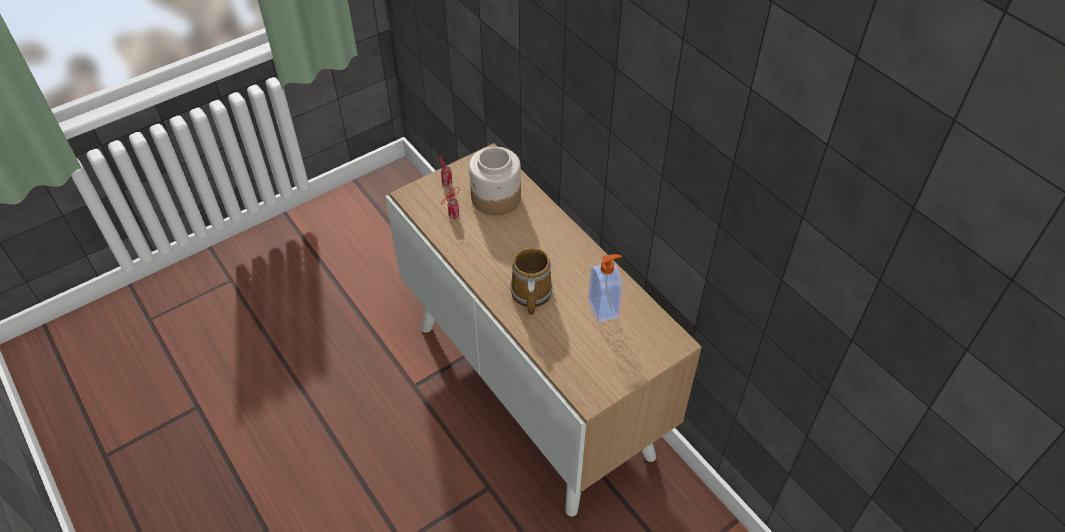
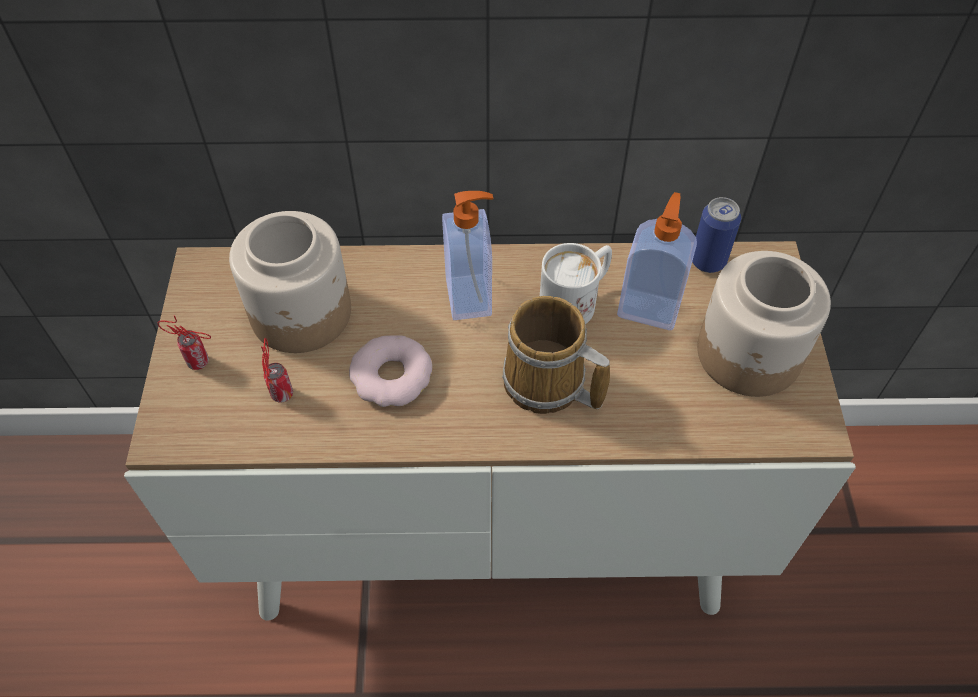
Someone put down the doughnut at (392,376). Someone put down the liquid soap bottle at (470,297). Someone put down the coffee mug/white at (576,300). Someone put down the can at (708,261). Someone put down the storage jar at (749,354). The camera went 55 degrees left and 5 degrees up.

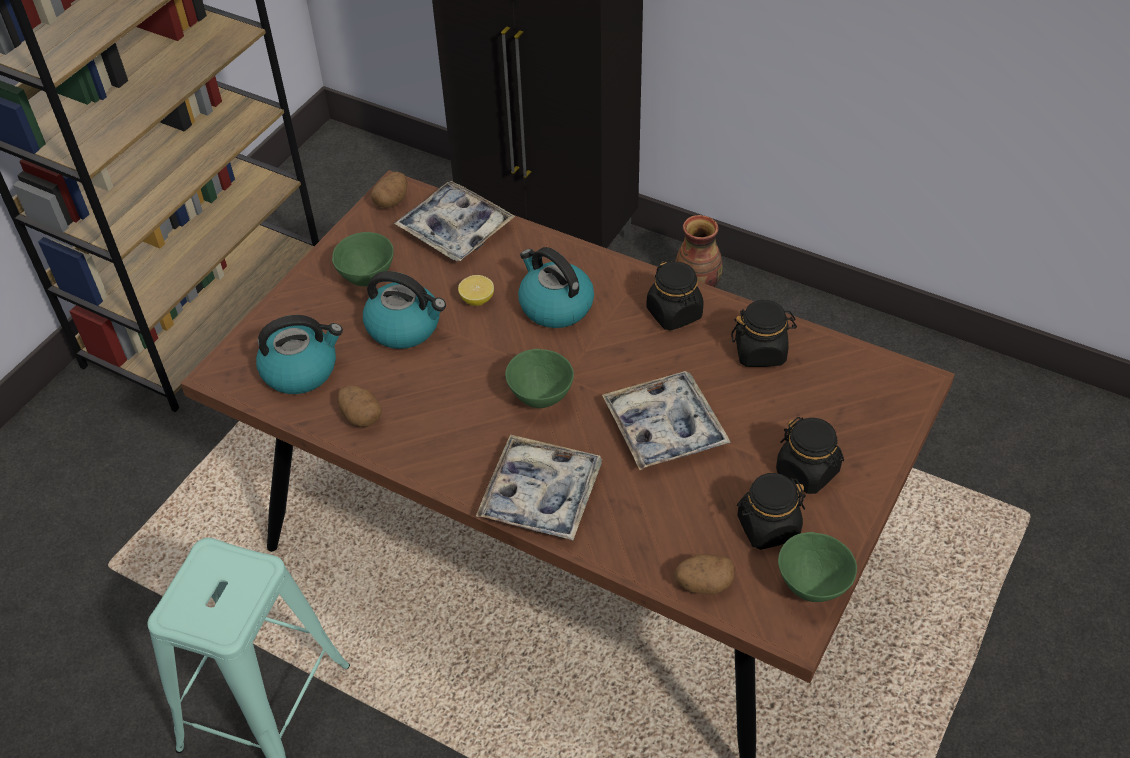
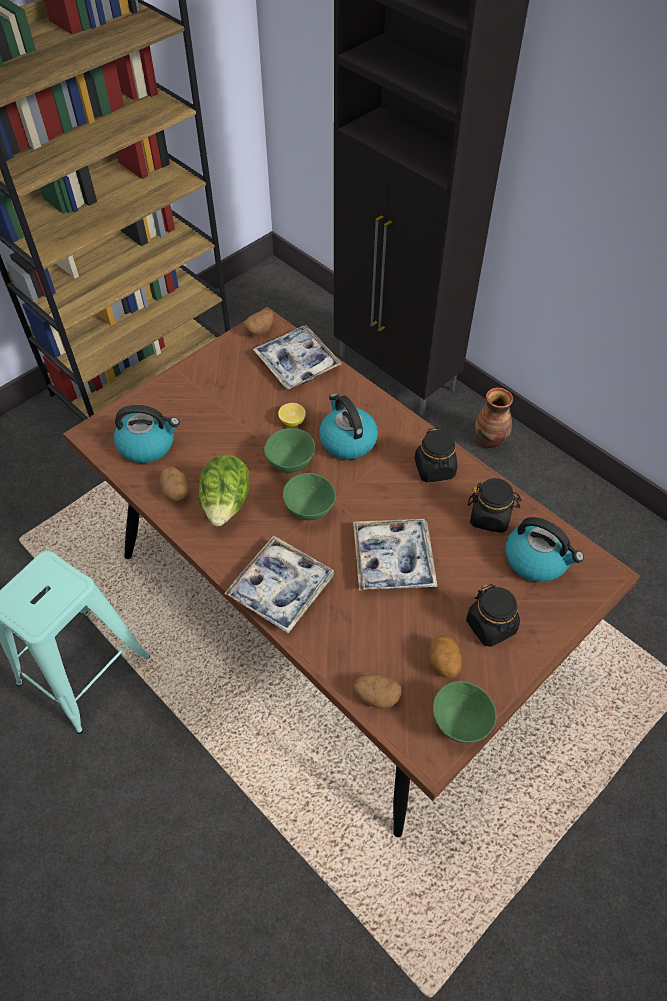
Someone carried the bowl/green-coloured from (367,278) to (291,465). Someone carried the tea kettle from (405,327) to (537,559). Someone swapped the storage jar/black-coloured at (767,527) for the spud at (443,663). Someone put down the head of lettuce at (226,505). The camera went 15 degrees right and 5 degrees up.

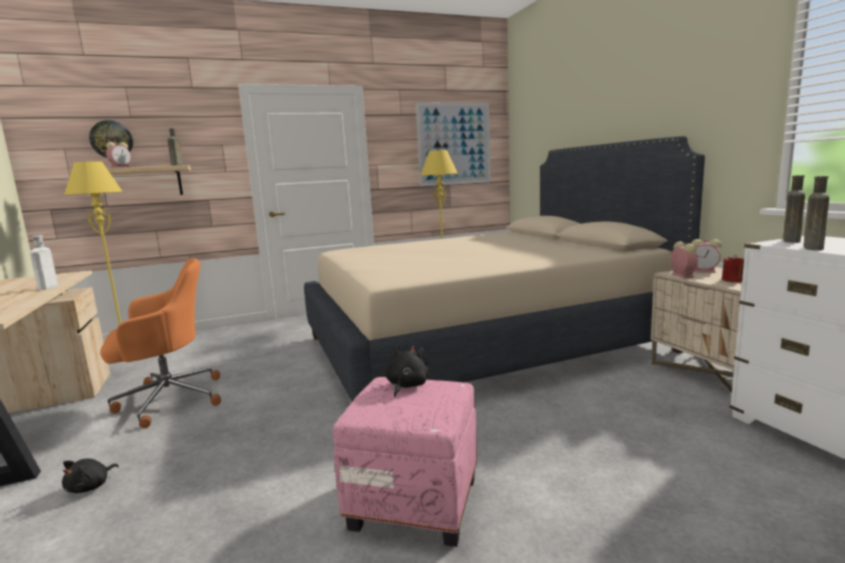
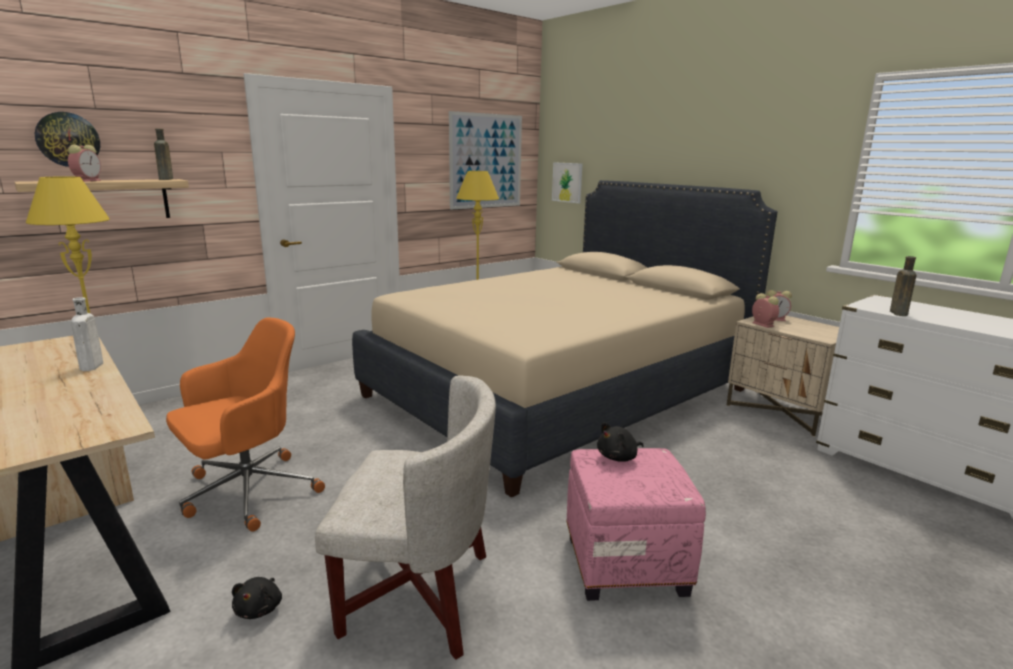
Someone rotated the soft toy/black-coloured at (406,385) by 120 degrees counterclockwise. Someone took away the wax candle/reddish at (732,280). Someone took away the beverage bottle/brown-coloured at (791,240). Someone put down the armchair/white at (418,595). Someone put up the wall art at (567,182). The camera went 20 degrees left and 5 degrees up.

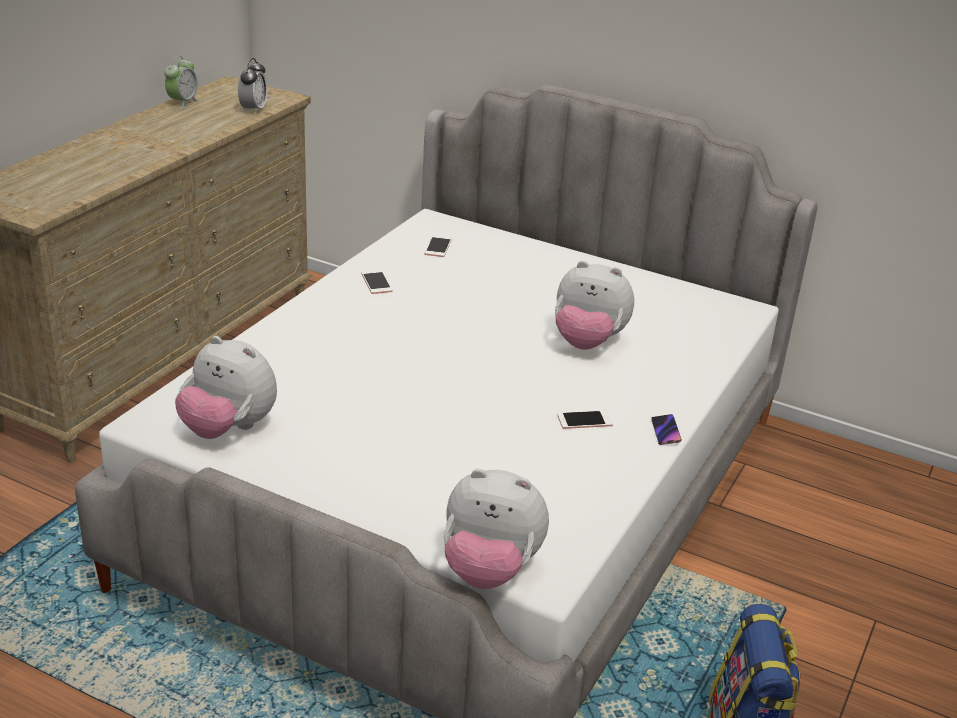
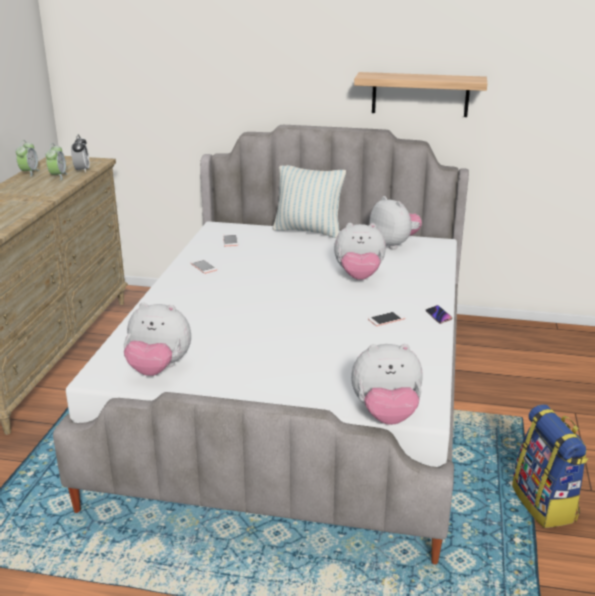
Someone put down the bedside clock at (58,176). Someone put down the pillow at (308,231). Someone put up the bracket shelf at (420,94). Someone put down the soft toy at (394,244). The camera went 15 degrees left and 5 degrees down.

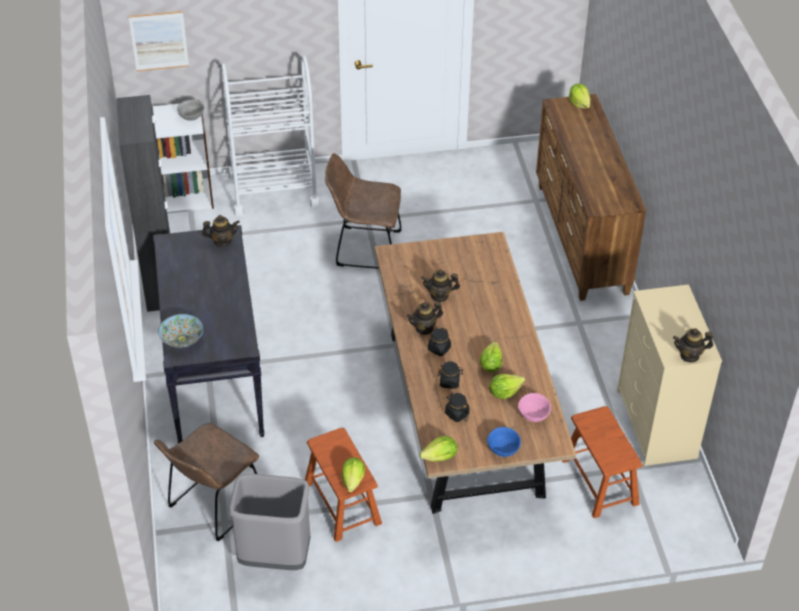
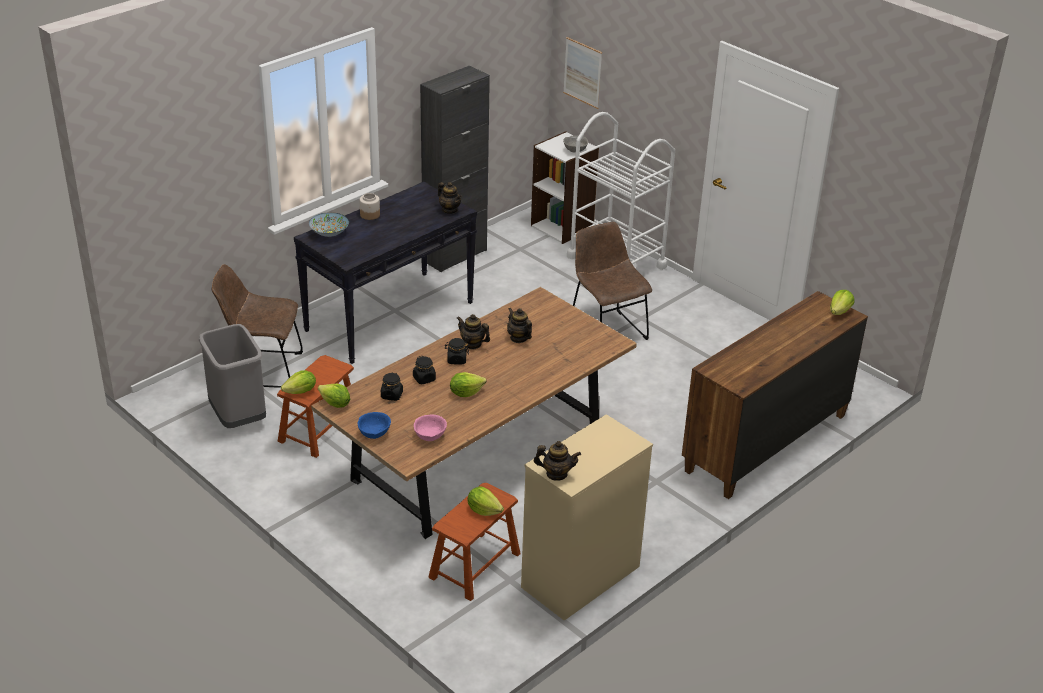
Someone carried the head of lettuce from (504,392) to (484,510). Someone rotated the pot for tea at (689,355) by 135 degrees clockwise. Someone put down the storage jar at (370,214). The camera went 55 degrees right and 10 degrees down.

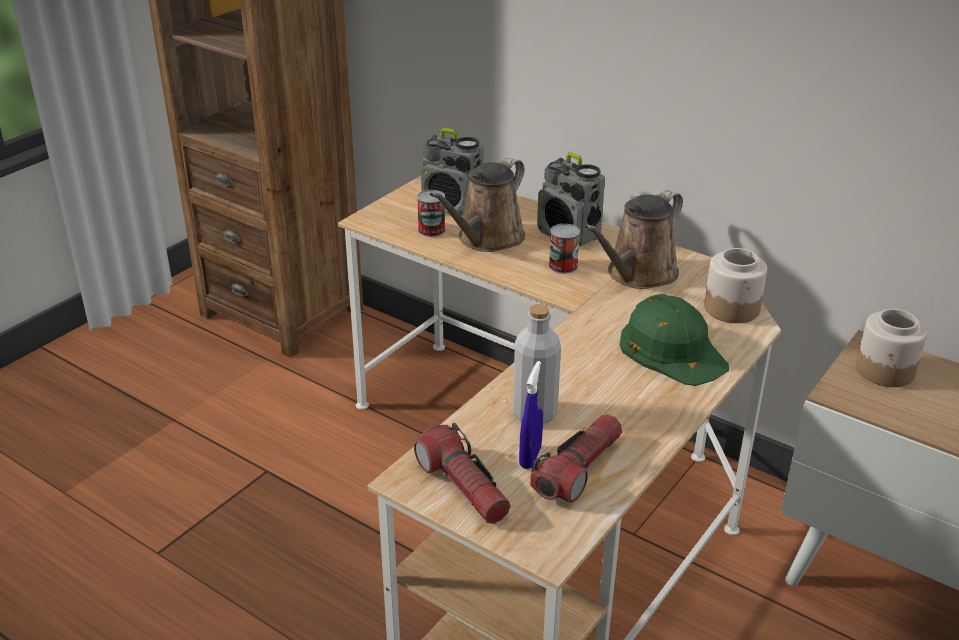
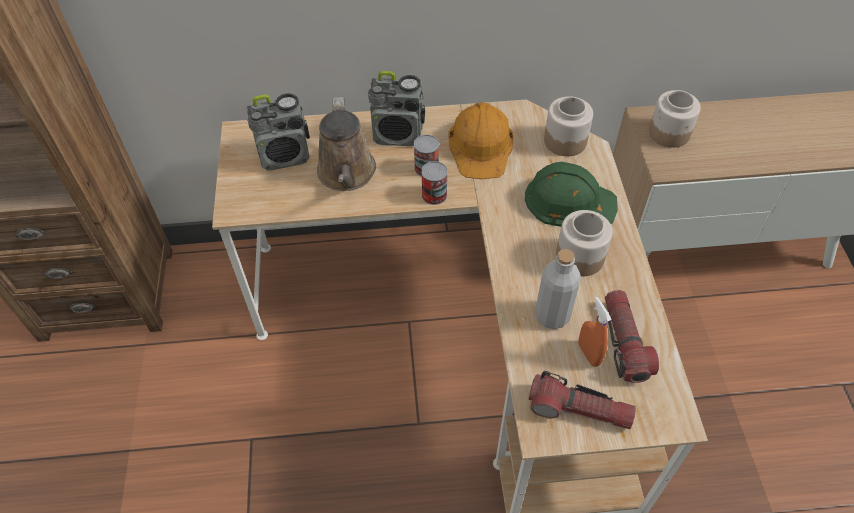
Someone carried the can from (431,230) to (434,195). Someone repainted the spray bottle/blue-coloured at (530,457), which became the spray bottle/orangey at (589,354). Someone swapped the watering pot/brown-coloured at (638,274) for the hard hat/orangey at (481,146). Someone put down the storage jar at (580,256). The camera went 40 degrees left and 20 degrees up.

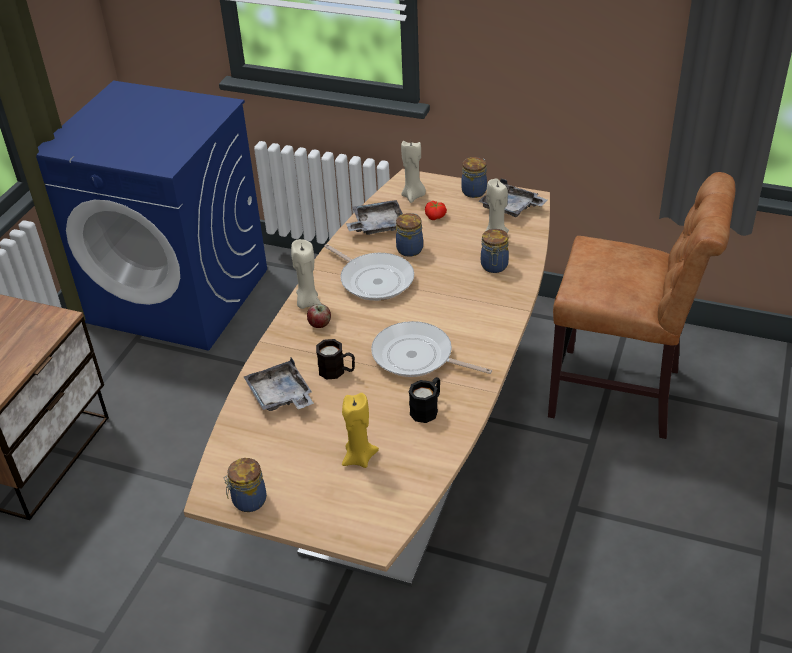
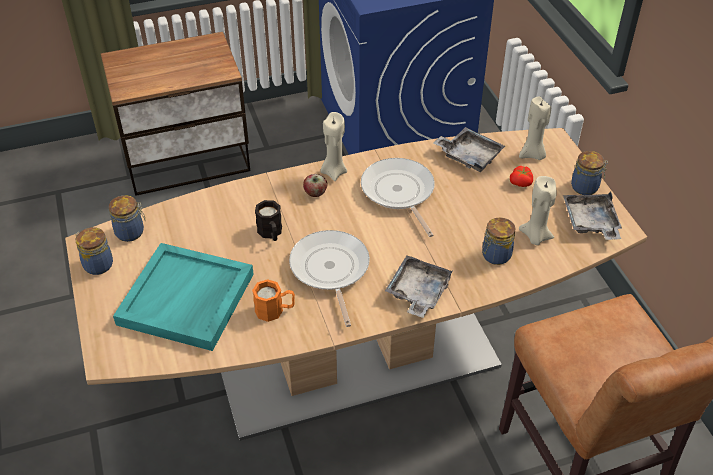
Someone carried the serving tray/grey from (280,396) to (418,292). Someone rotated the skillet at (374,280) by 150 degrees clockwise. Someone swapped the wax candle/yellow at (359,458) for the serving tray/blue-green at (187,300). Someone carried the storage jar from (410,249) to (131,232). Someone repainted the coffee mug/black-coloured at (427,409), which became the coffee mug/orangey at (275,310). The camera went 50 degrees right and 5 degrees up.

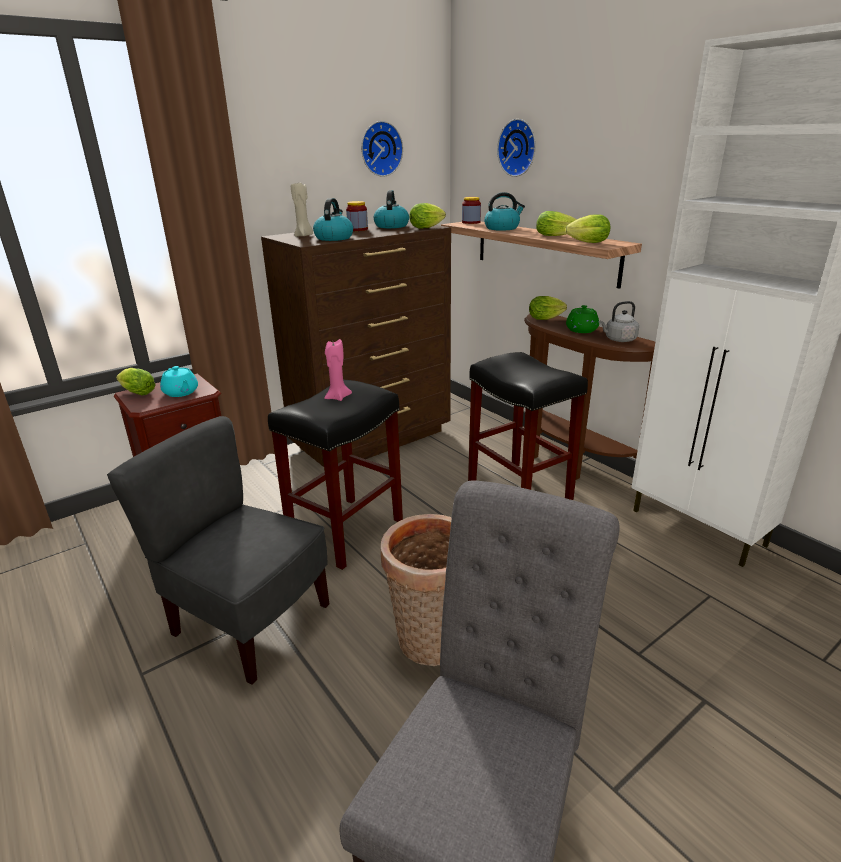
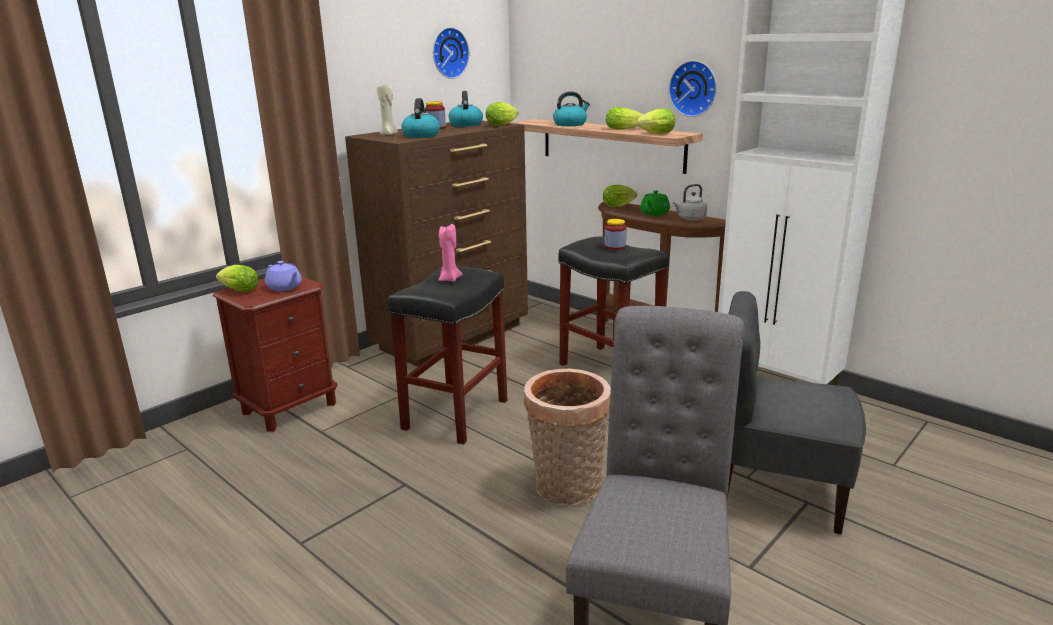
Someone carried the upright chair/grey from (249,622) to (777,490). Someone repainted the pot for tea/blue-green at (181,393), which became the pot for tea/purple at (285,287). Someone carried the storage jar from (471,222) to (615,247). Someone carried the hanging clock from (519,148) to (694,88). The camera went 10 degrees left and 5 degrees down.

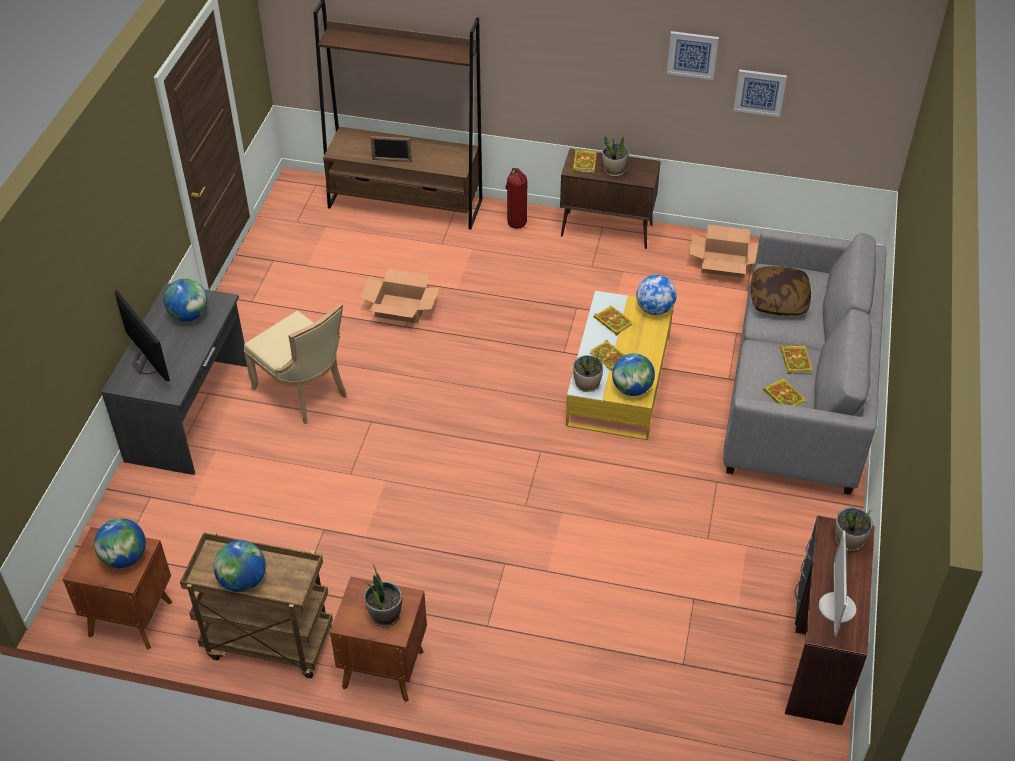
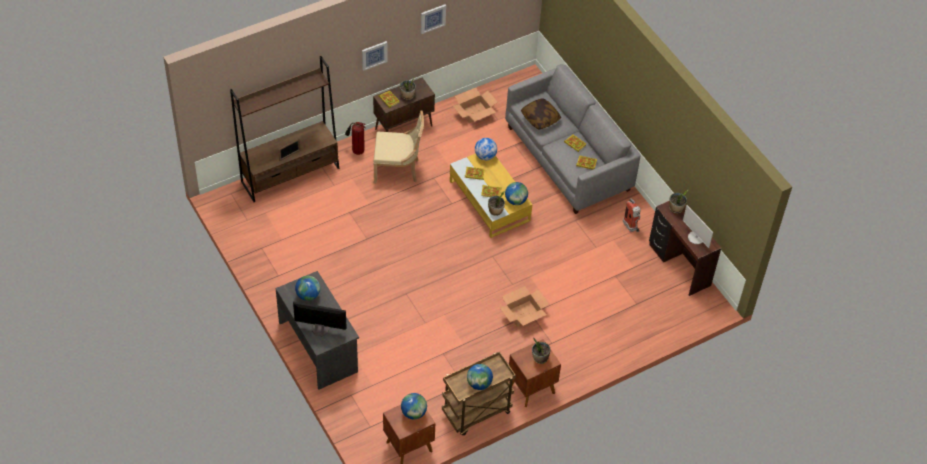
Someone carried the upright chair/beige-coloured from (304,392) to (398,170). Someone carried the packing box from (401,308) to (523,313). Someone carried the wall art from (759,92) to (374,55). Someone put down the extinguisher at (631,228). The camera went 45 degrees left and 5 degrees up.

